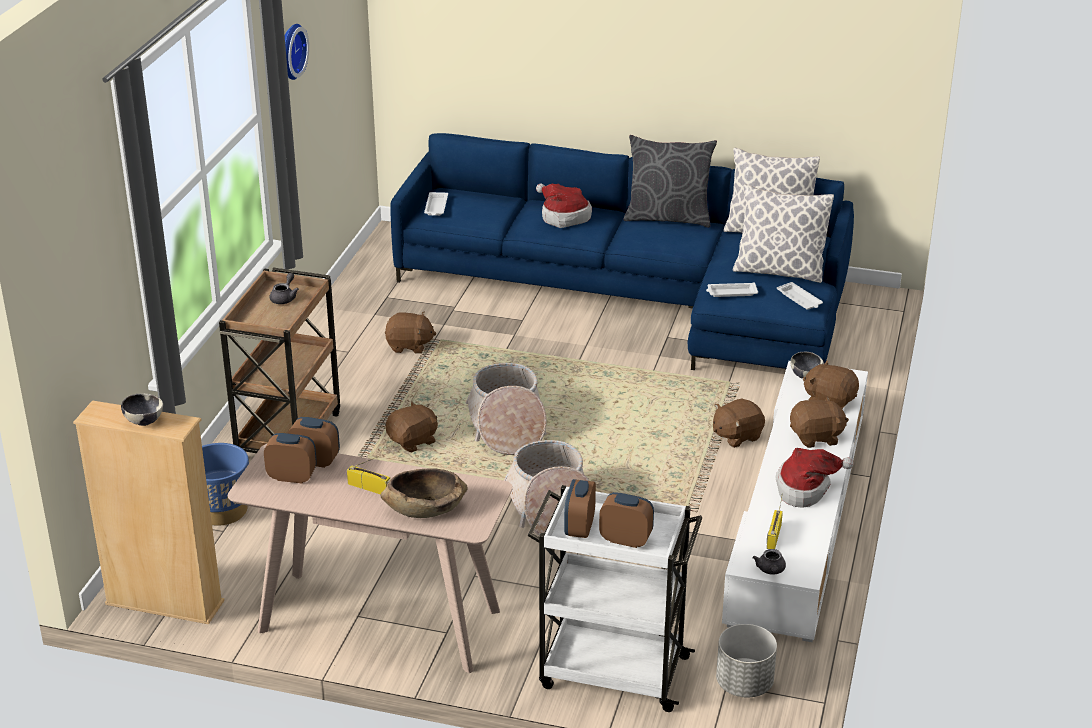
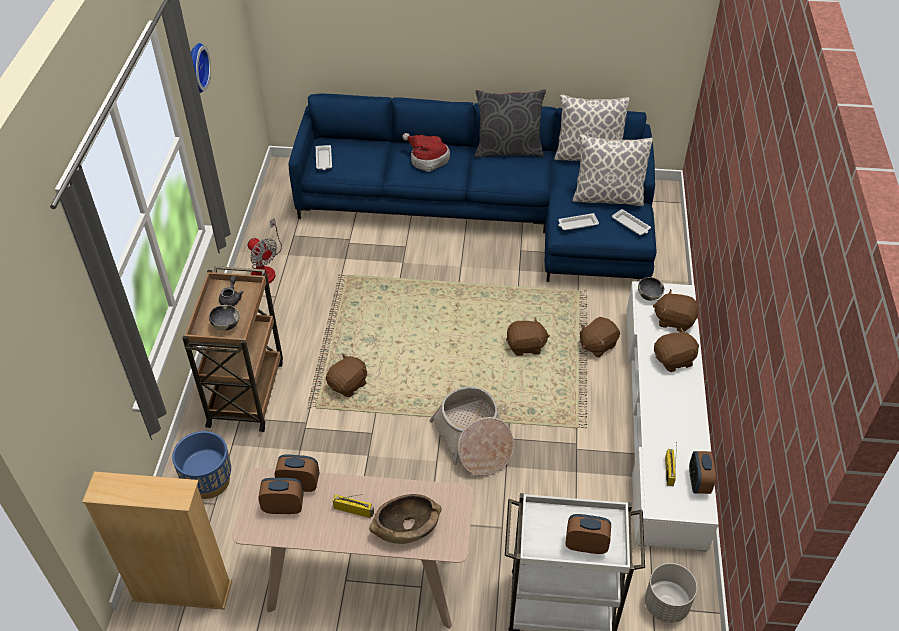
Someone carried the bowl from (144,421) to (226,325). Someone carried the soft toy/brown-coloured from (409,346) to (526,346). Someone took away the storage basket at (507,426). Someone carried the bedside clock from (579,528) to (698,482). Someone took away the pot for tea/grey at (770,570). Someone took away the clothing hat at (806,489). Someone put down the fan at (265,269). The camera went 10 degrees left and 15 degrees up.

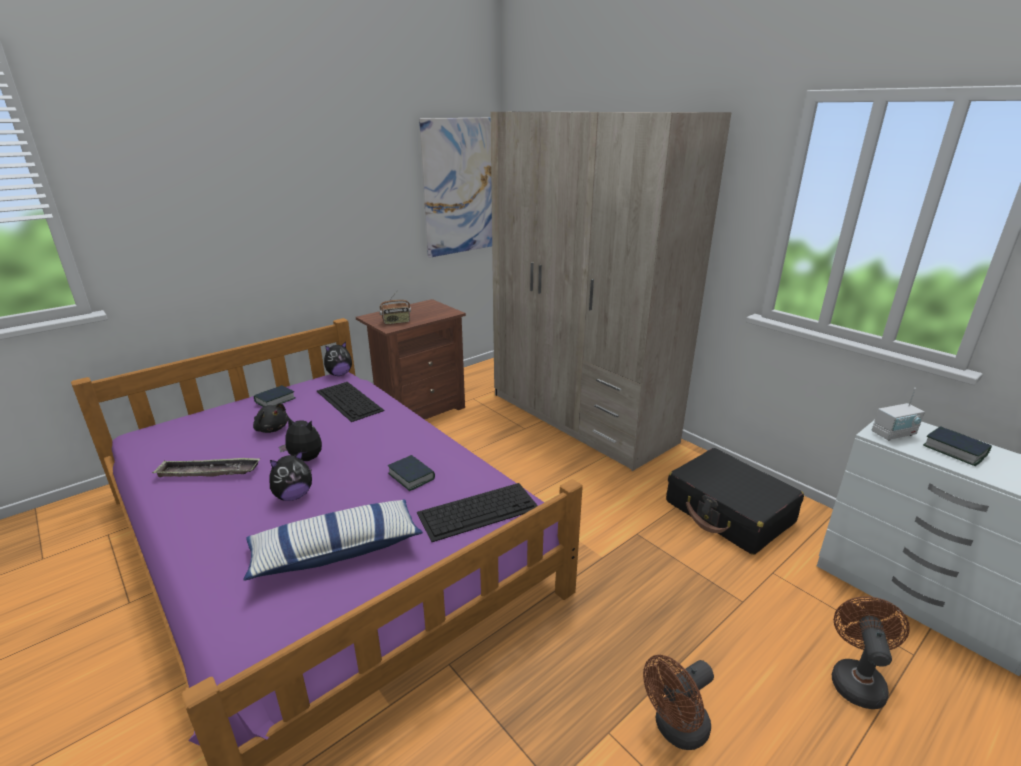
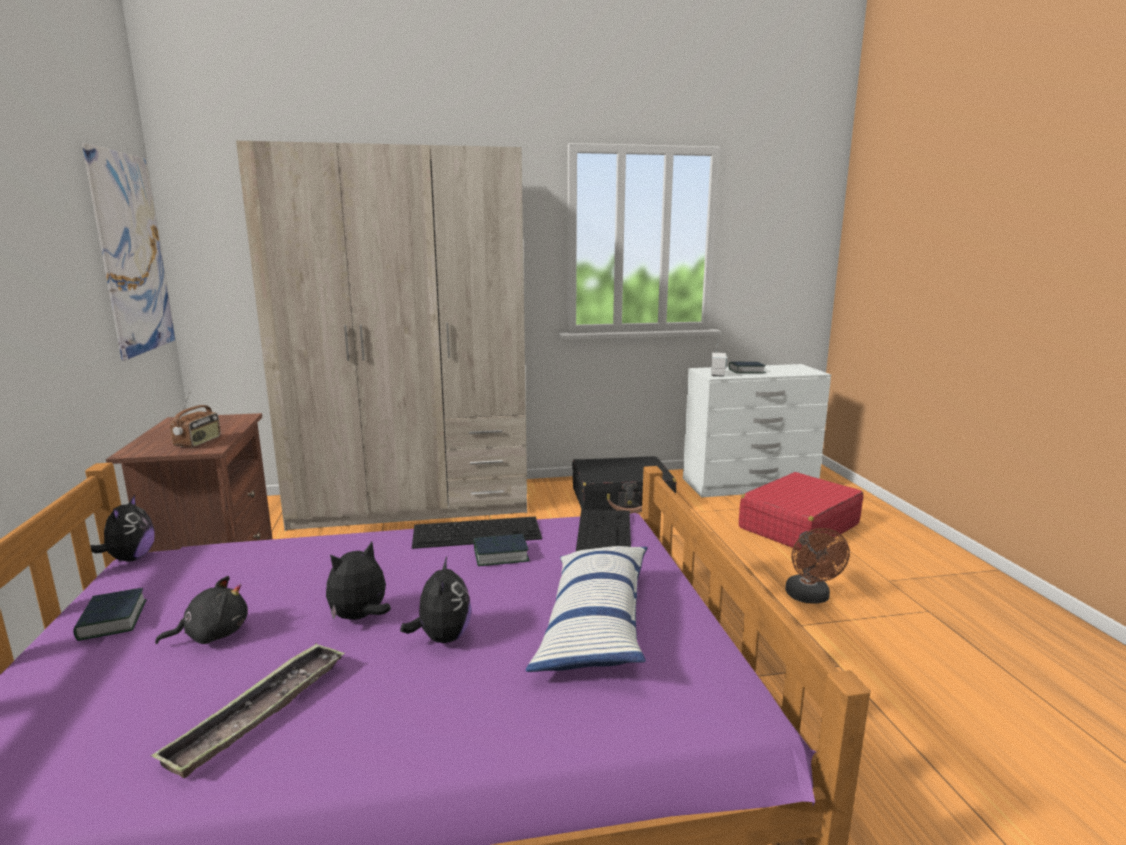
Someone carried the PC keyboard from (350,401) to (478,532). Someone swapped the fan/brown-coloured at (856,679) for the travel case/reddish at (798,526). The camera went 60 degrees left and 10 degrees down.

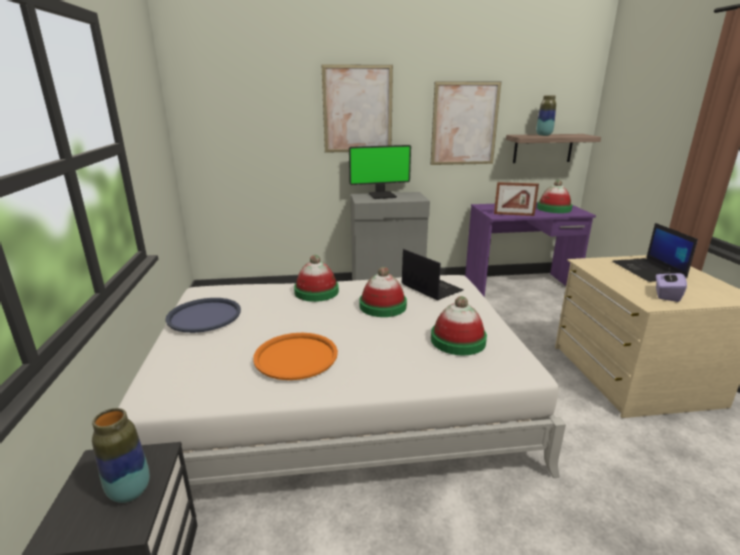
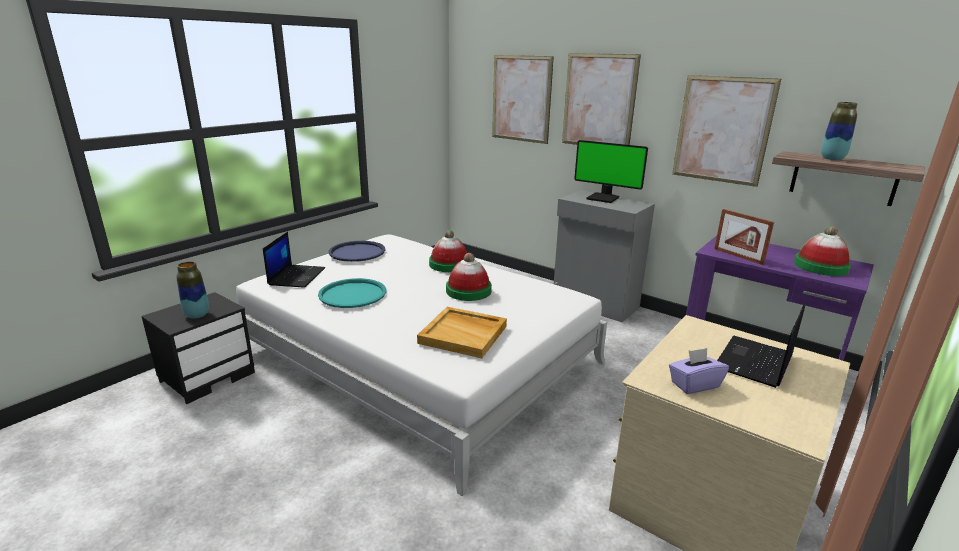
Someone repainted the serving tray/orangey at (296,356), which became the serving tray/blue-green at (353,294). Someone carried the notebook computer from (430,287) to (296,276). Someone swapped the clothing hat at (458,340) for the serving tray/beige-coloured at (464,334). Someone put up the wall art at (521,99). The camera went 45 degrees right and 0 degrees up.

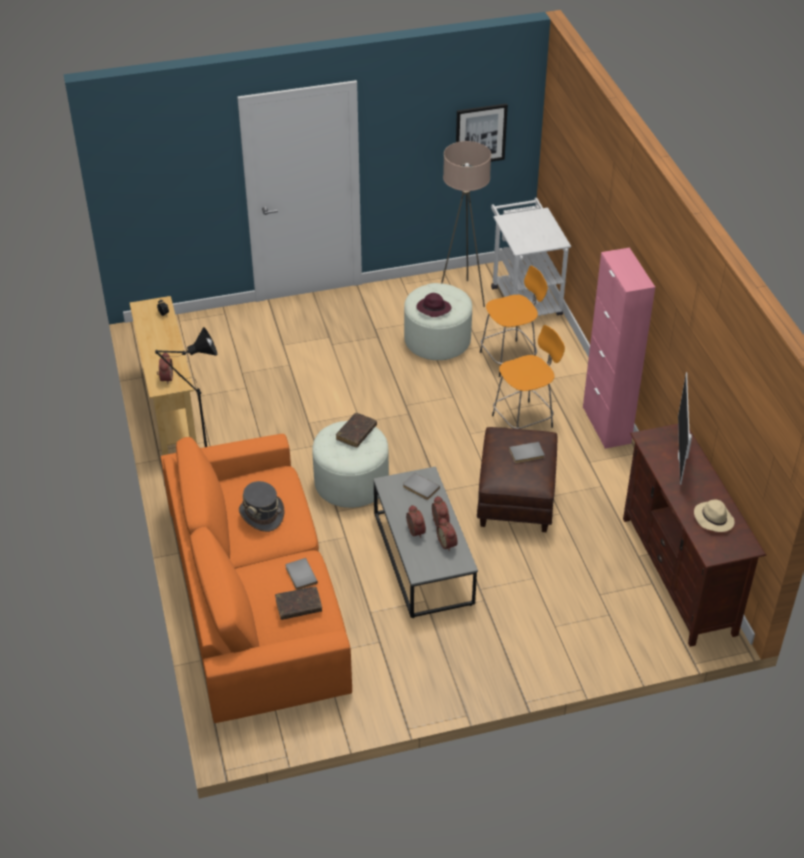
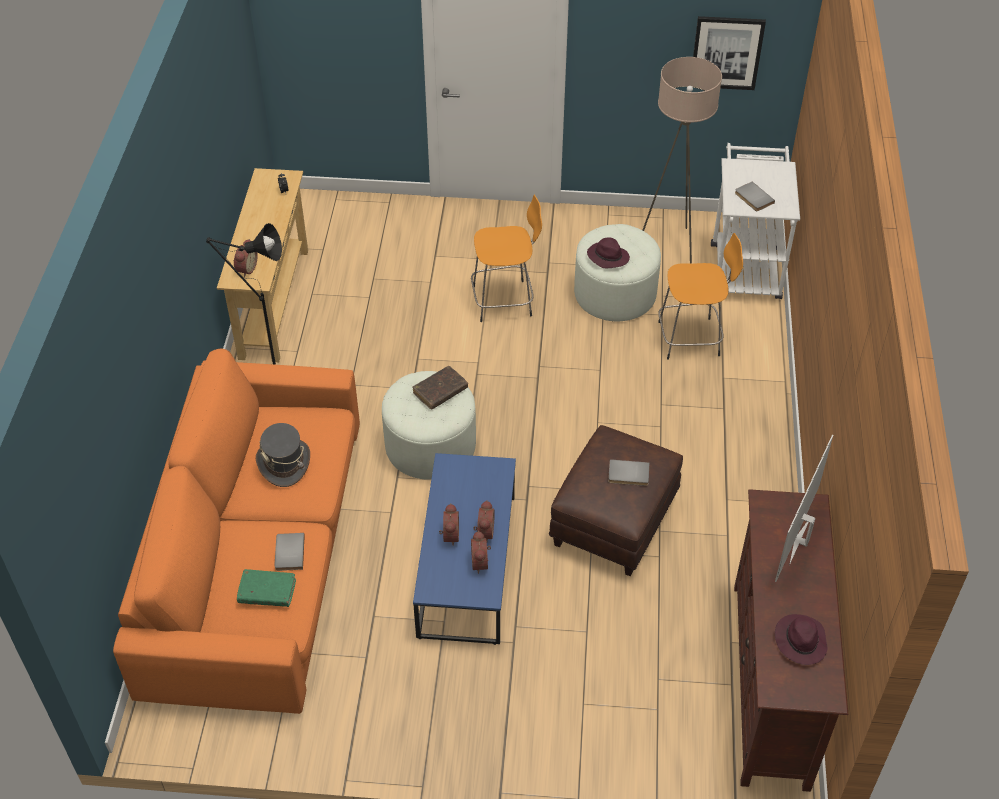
Someone repainted the bound book/brown-coloured at (298,606), which became the bound book/green-coloured at (267,592). Someone repainted the low table/grey at (423,558), which became the low table/blue-coloured at (467,566). Someone carried the bound book/grey from (420,488) to (753,198). Someone carried the stool/orangey from (524,420) to (505,301). Someone took away the cupboard/pinkish at (606,425). Someone repainted the clothing hat/beige-coloured at (713,518), which became the clothing hat/purple at (800,640). The camera went 20 degrees right and 5 degrees up.

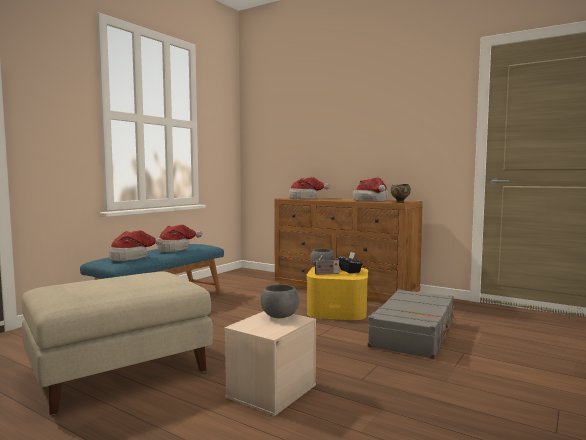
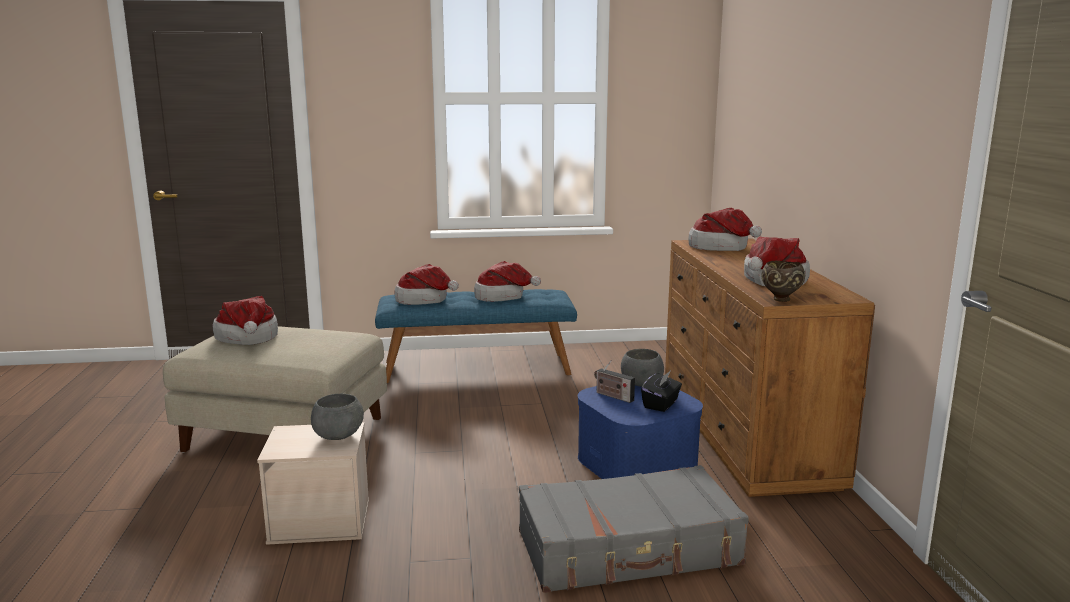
Someone repainted the storage bin/yellow at (337,310), which became the storage bin/blue-coloured at (637,462). Someone put down the clothing hat at (248,338). The camera went 50 degrees right and 10 degrees up.

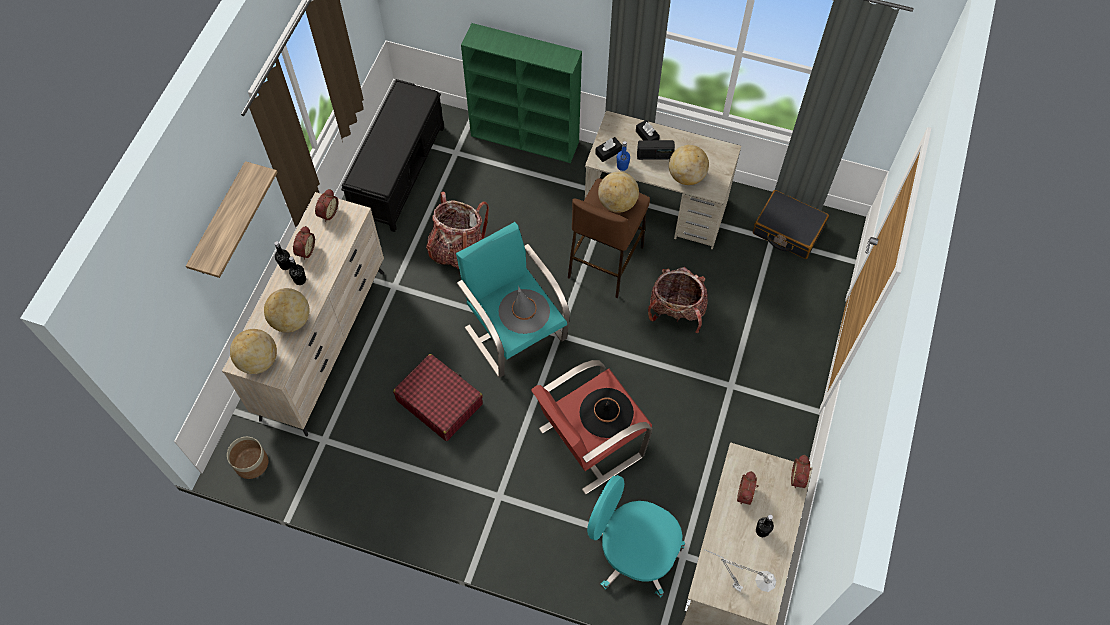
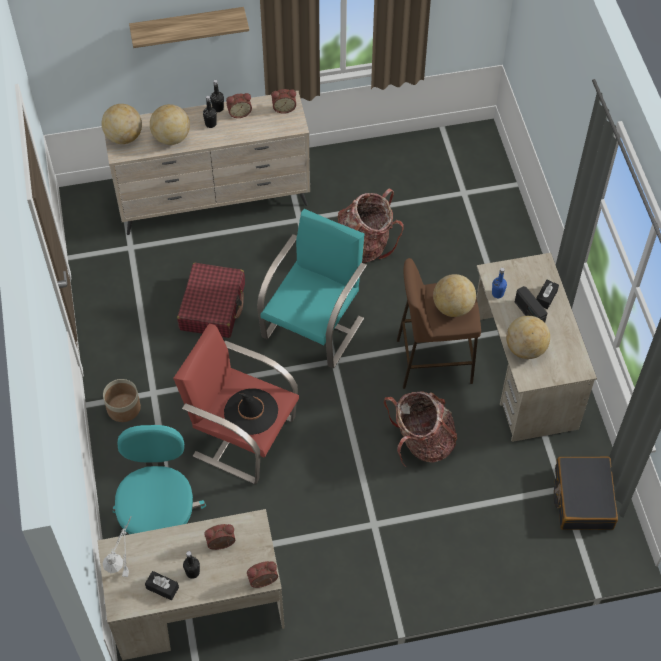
Someone carried the planter from (251,463) to (123,408). Someone took away the long seat/black-coloured at (399,171). Someone took away the shelving unit/green-coloured at (526,139). Someone took away the clothing hat/grey at (524,311). Someone carried the tissue box/black-coloured from (608,152) to (162,588). The camera went 60 degrees right and 5 degrees down.

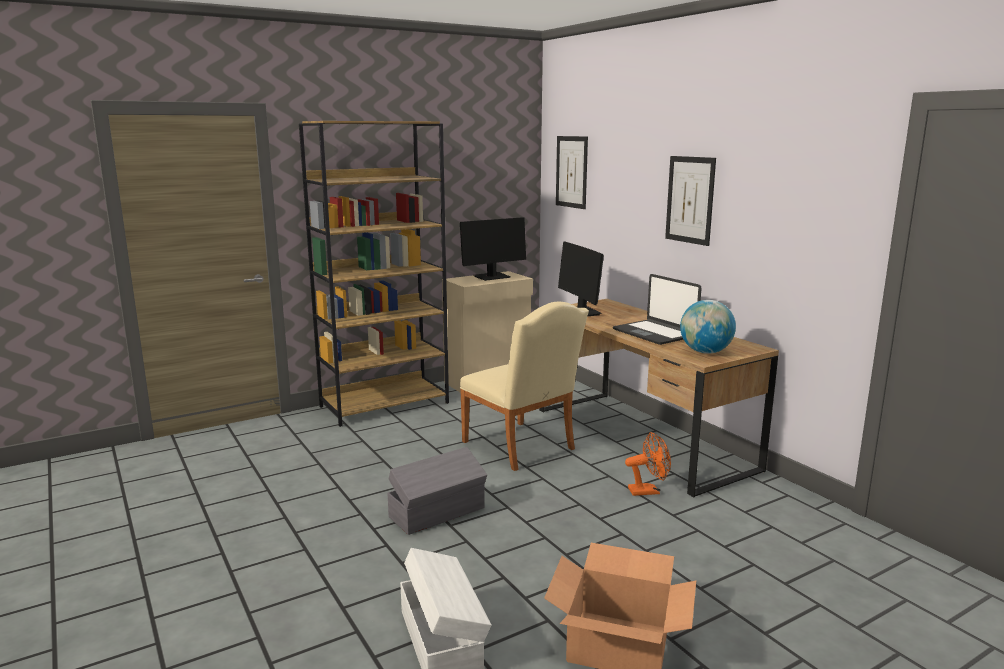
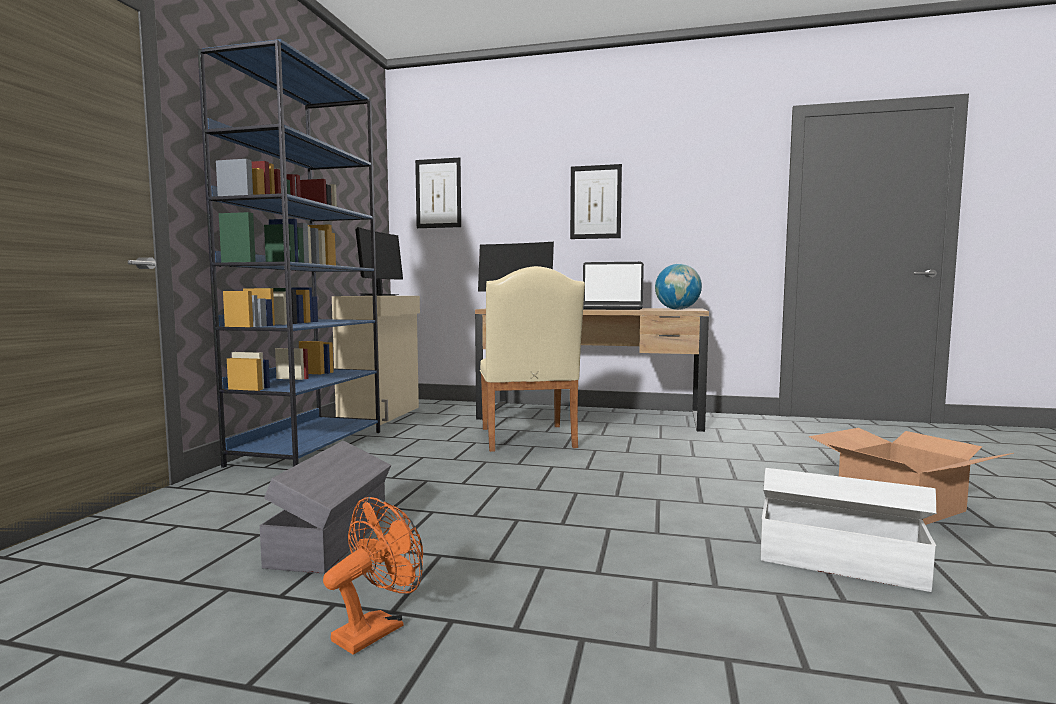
Someone repainted the shelving unit/brown-coloured at (385,404), which became the shelving unit/blue-coloured at (309,447). Someone carried the storage bin/grey from (438,513) to (332,539). Someone rotated the upright chair/beige-coloured at (522,448) by 75 degrees clockwise. Someone carried the fan/orangey from (648,491) to (376,629). The camera went 45 degrees left and 10 degrees down.

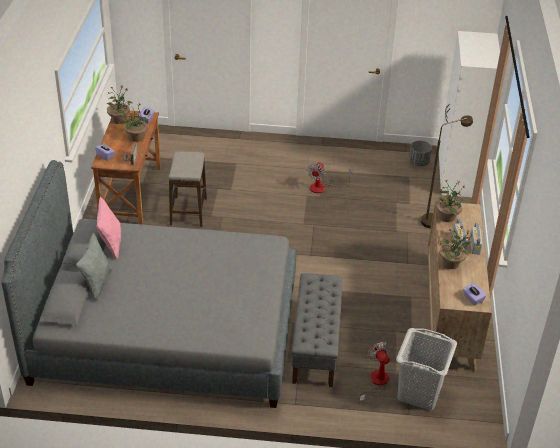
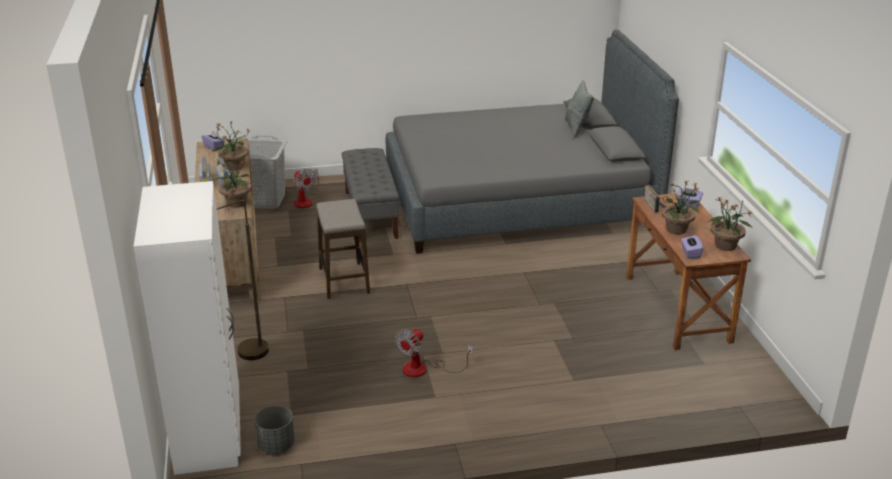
Someone took away the pillow/pinkish at (110,244). Someone carried the stool from (188,211) to (344,281). Someone rotated the fan at (323,187) by 150 degrees counterclockwise. The camera went 165 degrees right and 10 degrees down.

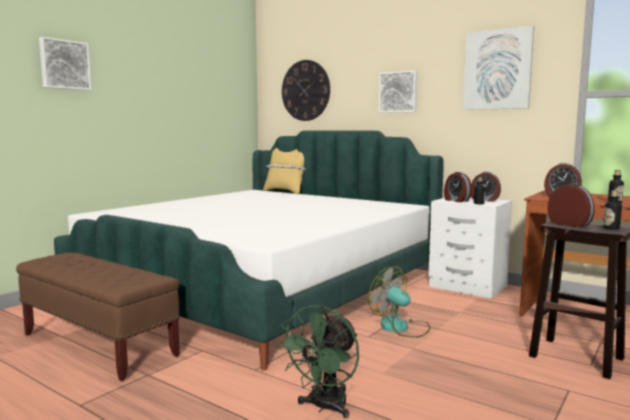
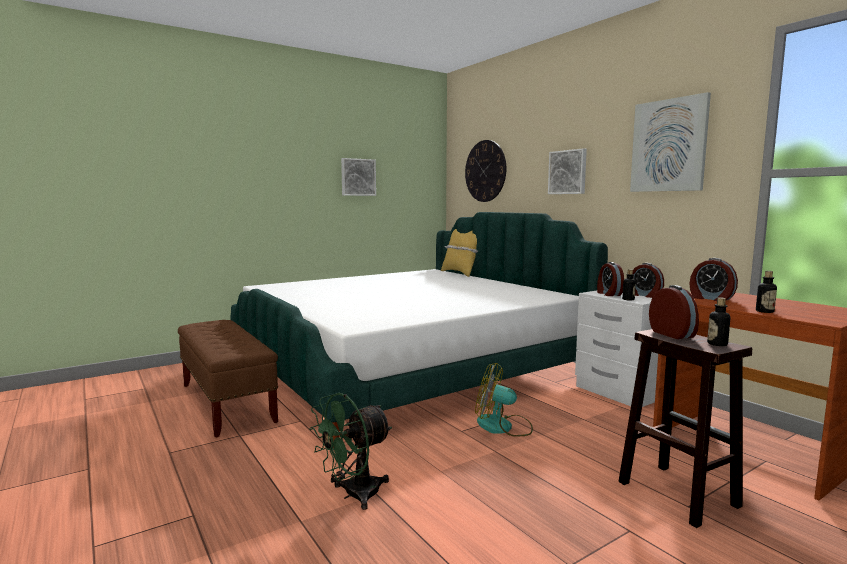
Someone carried the wall art from (64,65) to (358,177). Someone rotated the fan at (400,327) by 45 degrees counterclockwise. The camera went 20 degrees right and 0 degrees up.

